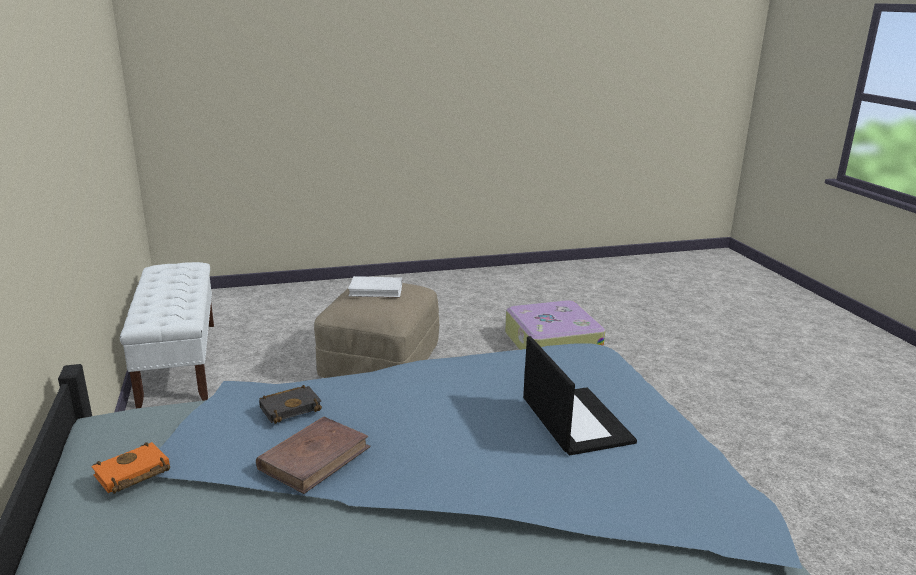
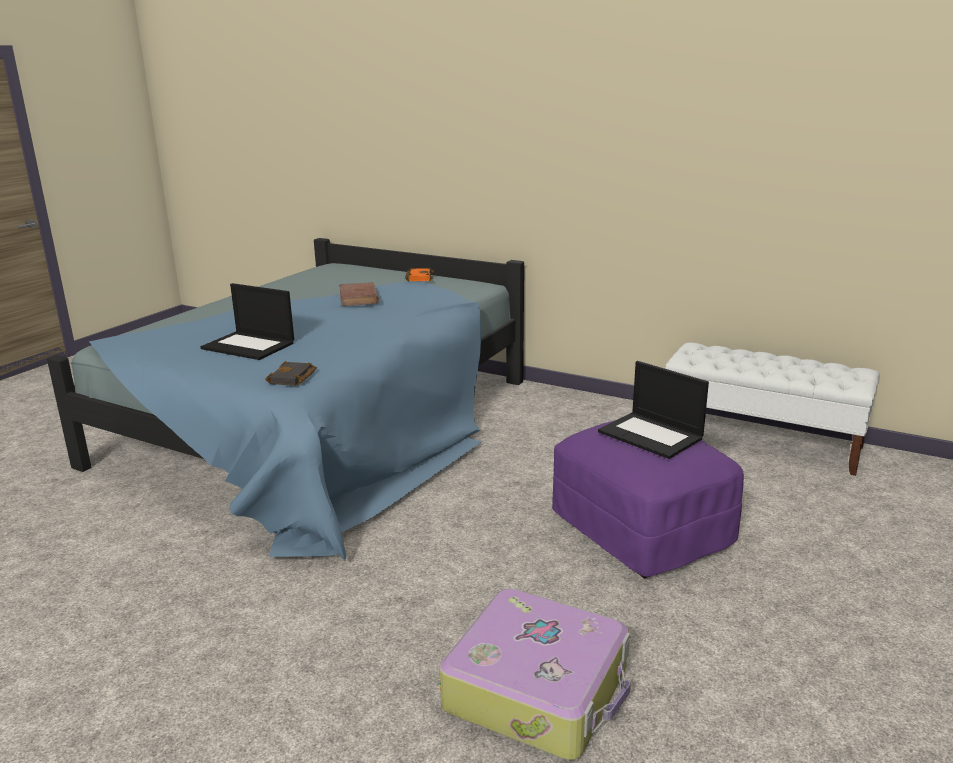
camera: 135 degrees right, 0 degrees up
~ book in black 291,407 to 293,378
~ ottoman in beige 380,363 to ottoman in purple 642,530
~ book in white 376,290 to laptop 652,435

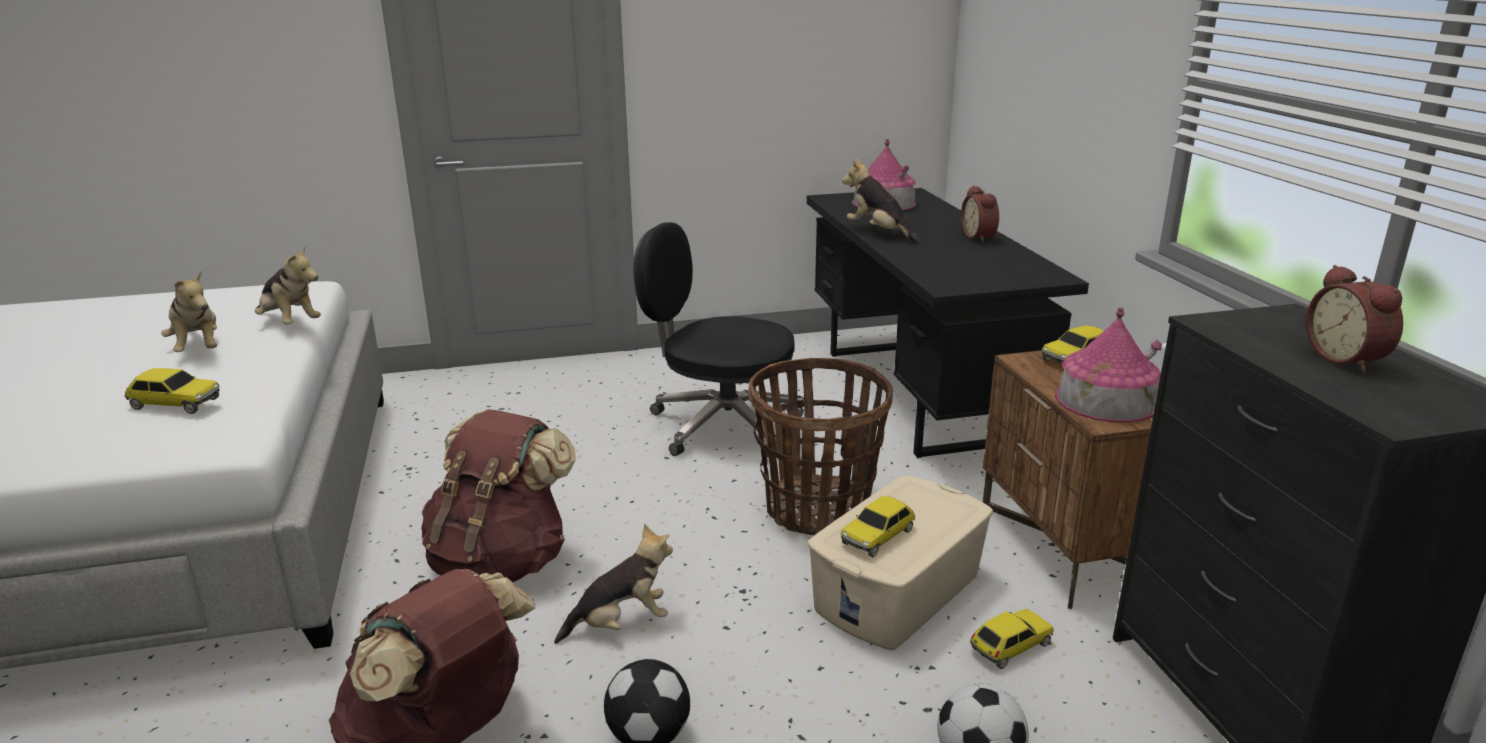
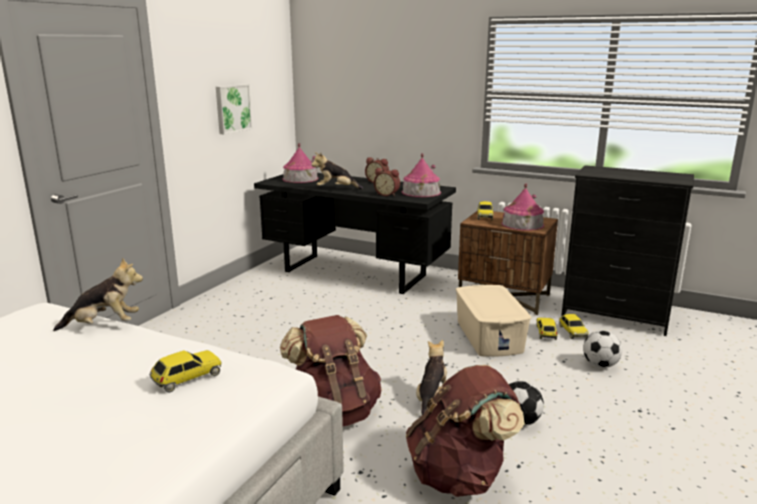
camera: 50 degrees left, 5 degrees down
+ picture 232,108
~ alarm clock 1347,359 to 387,194
+ toy house 421,192
~ toy car 878,537 to 572,332
- plush toy 198,348
- office chair in black 721,424
- basket 817,509

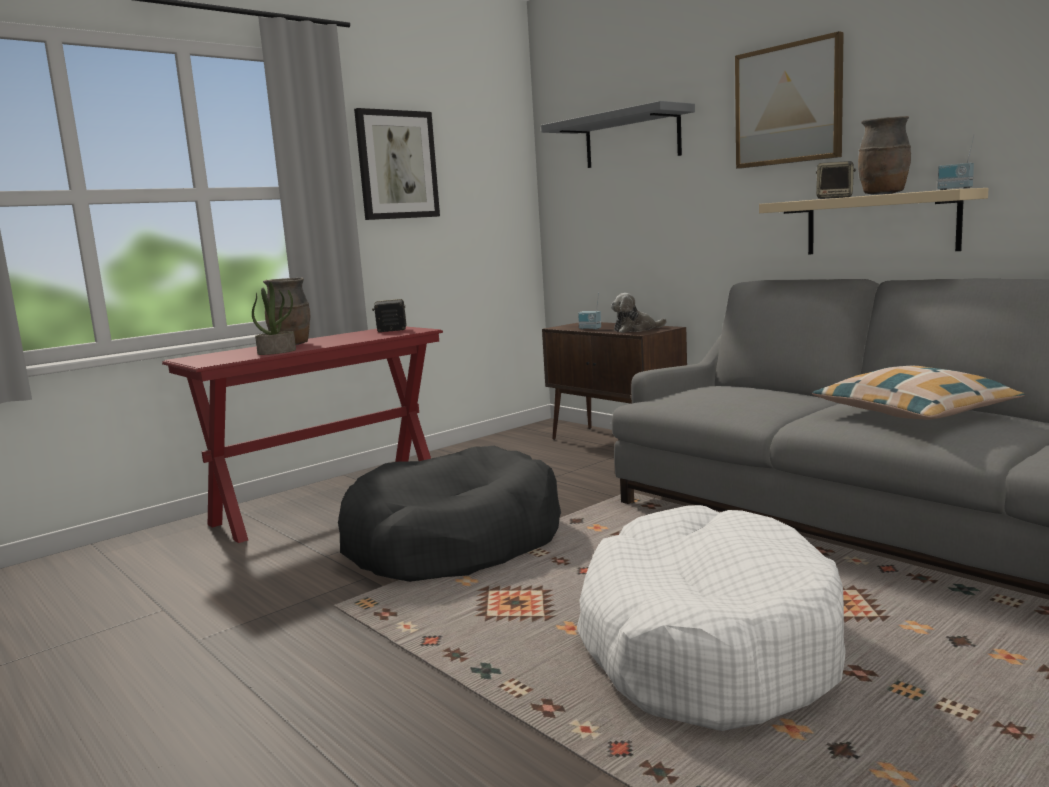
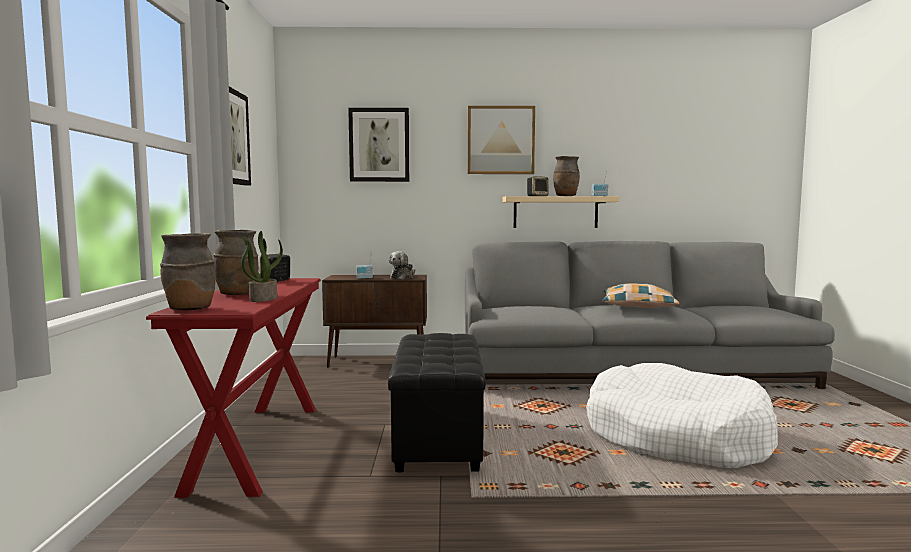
camera: 50 degrees left, 5 degrees down
+ vase in brown 189,309
~ shelf in grey 631,139 to picture 379,145
~ dog bed in black 453,542 to ottoman in black 437,438

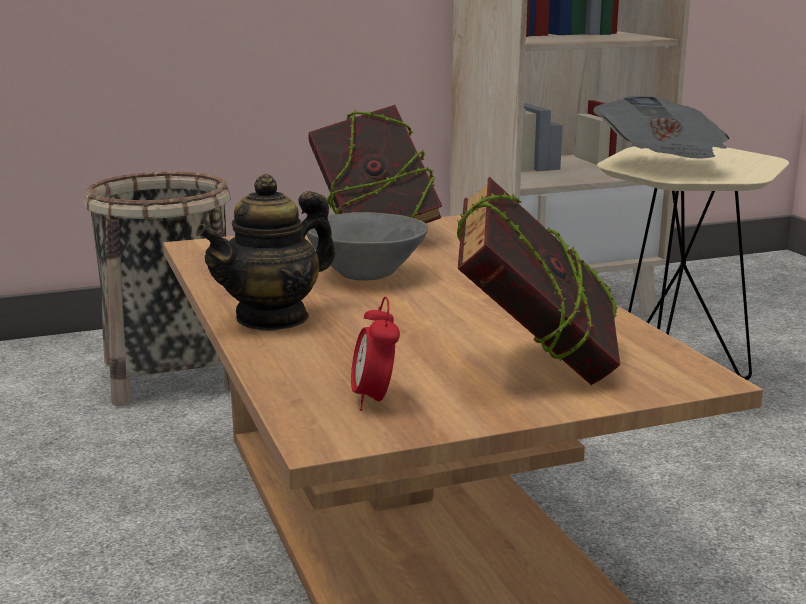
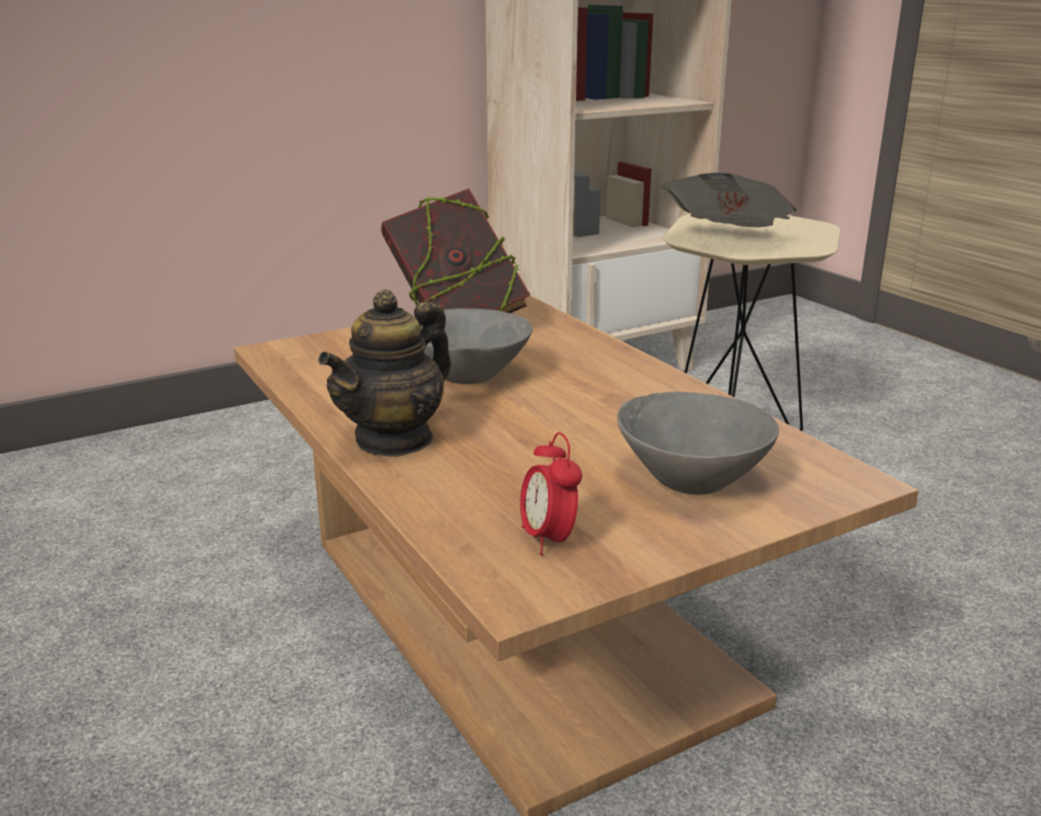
camera: 10 degrees left, 5 degrees up
~ book 535,365 to bowl in grey 690,479
- basket 172,375

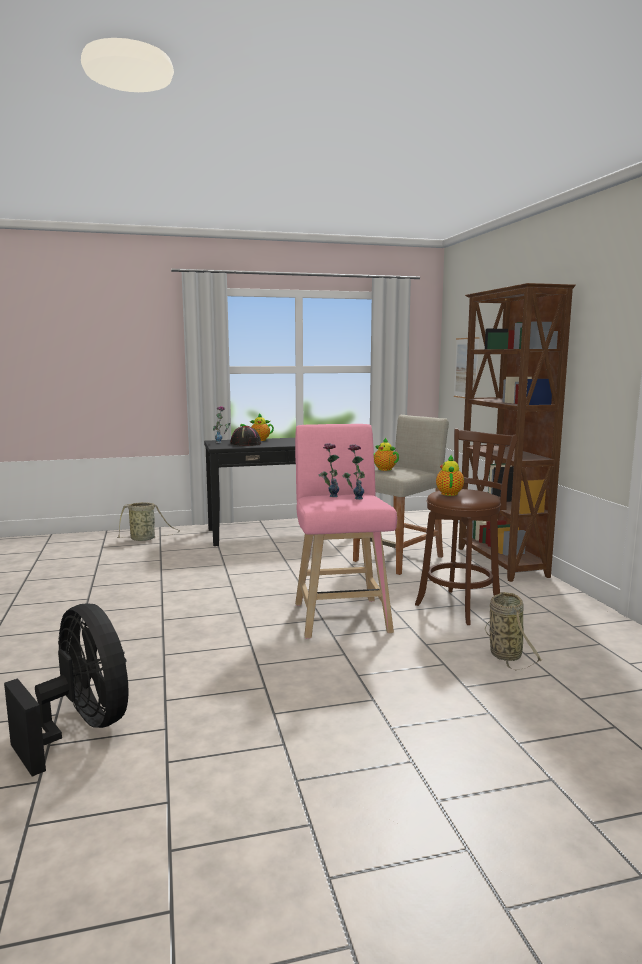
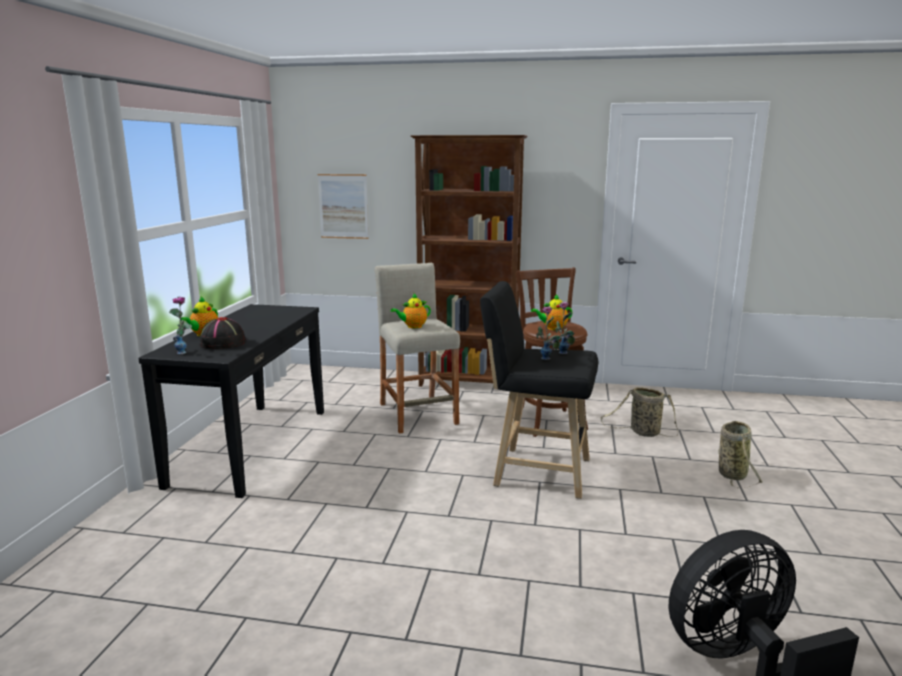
camera: 65 degrees left, 5 degrees up
~ stool in pink 341,615 to stool in black 536,471
~ teapot 449,493 = 553,328 45 degrees counterclockwise
~ basket 144,539 to 731,473

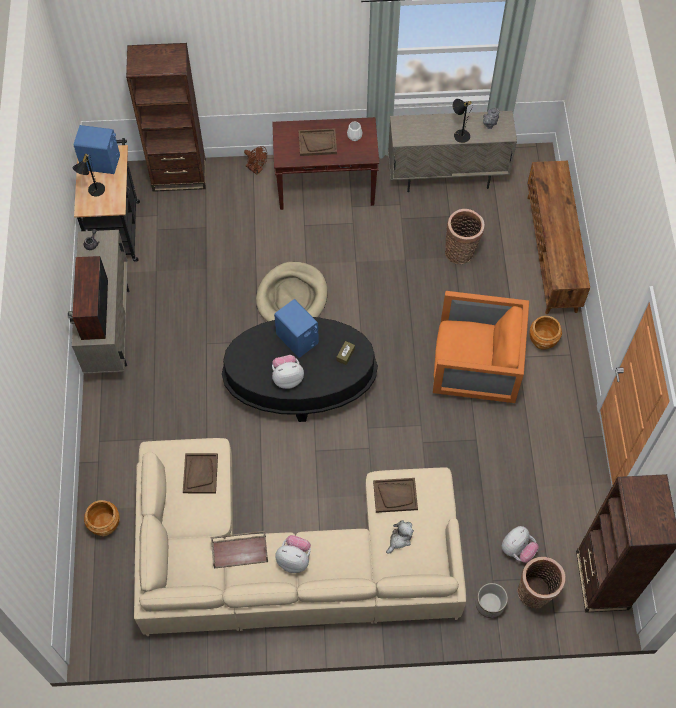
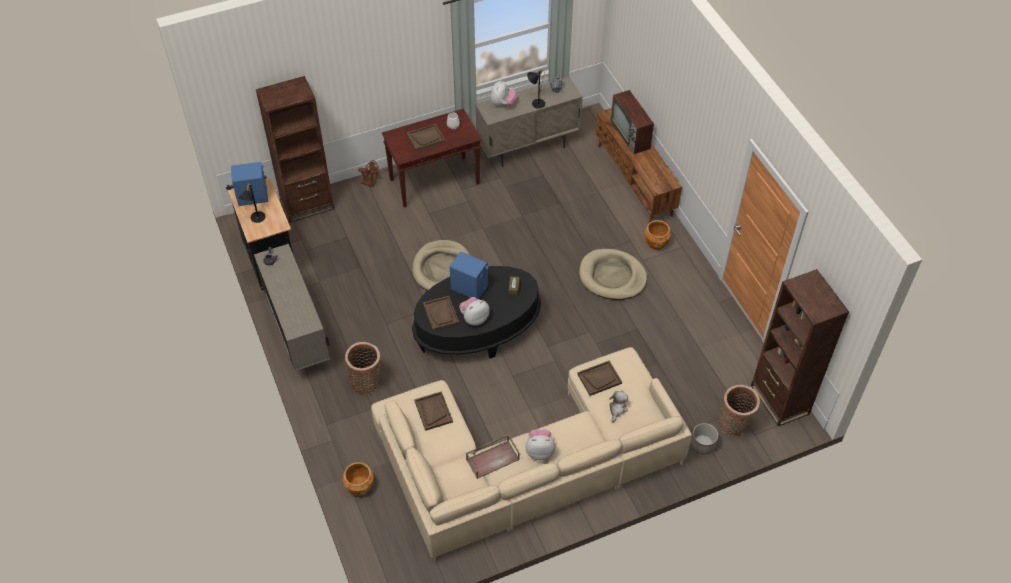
camera: 20 degrees left, 10 degrees down
~ basket 461,252 to 366,383
+ tray in brown 441,314
~ plush toy 517,550 to 502,104
~ armchair in orange 475,366 to dog bed in beige 612,277
~ television 95,310 to 631,135

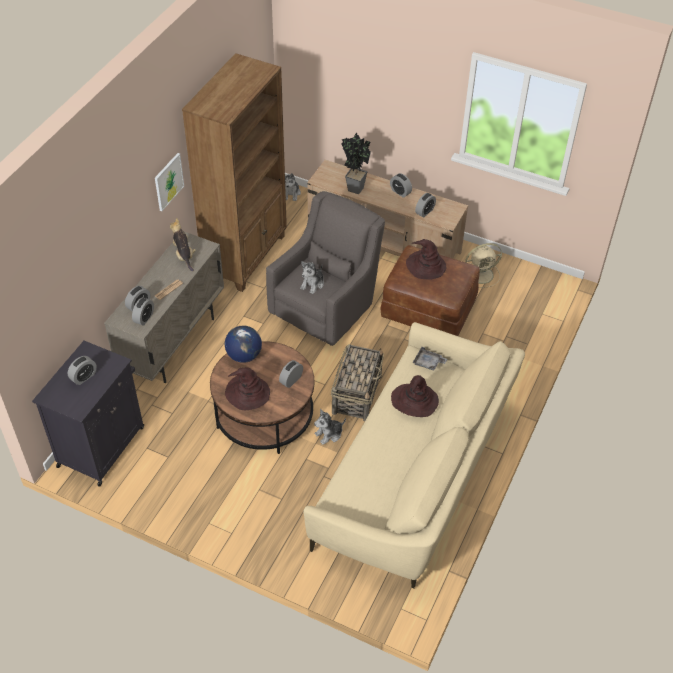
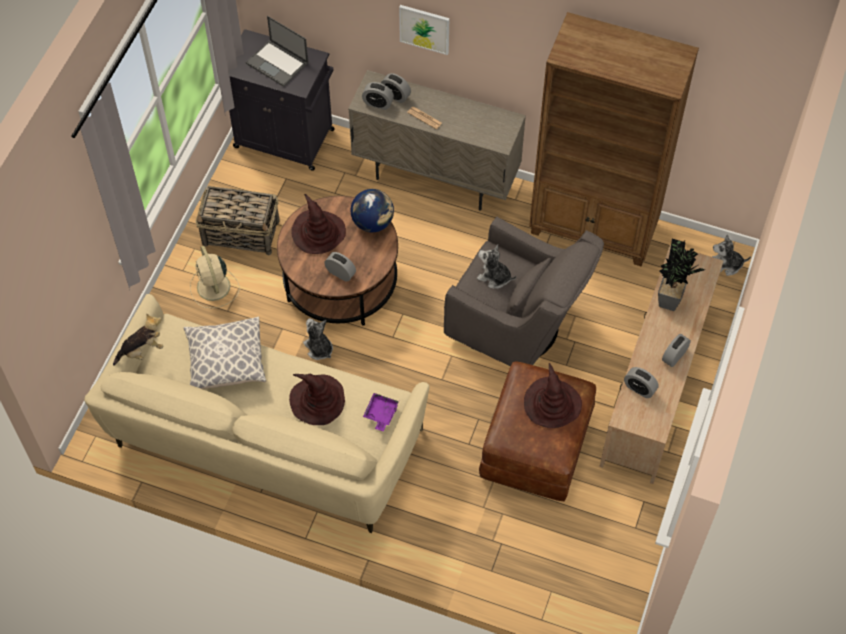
camera: 85 degrees right, 10 degrees up
~ plush toy 184,255 to 142,350
+ pillow 226,362
~ fan in beige 482,274 to 214,288
~ basket 357,394 to 242,233
~ alarm clock 84,377 to laptop 278,63
~ tray in grey 428,363 to tray in purple 380,414
~ picture 168,181 to 424,29

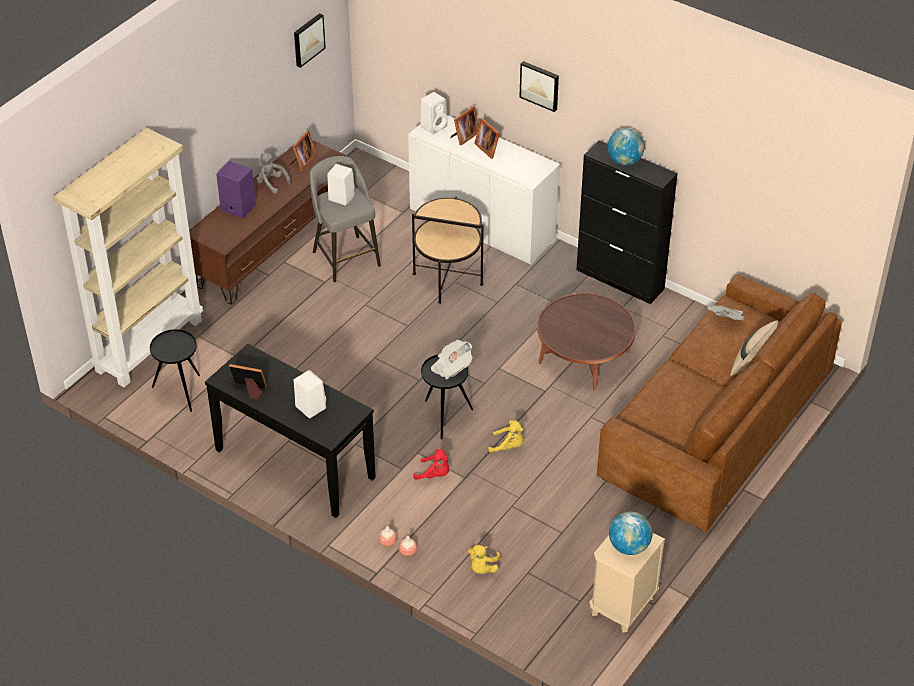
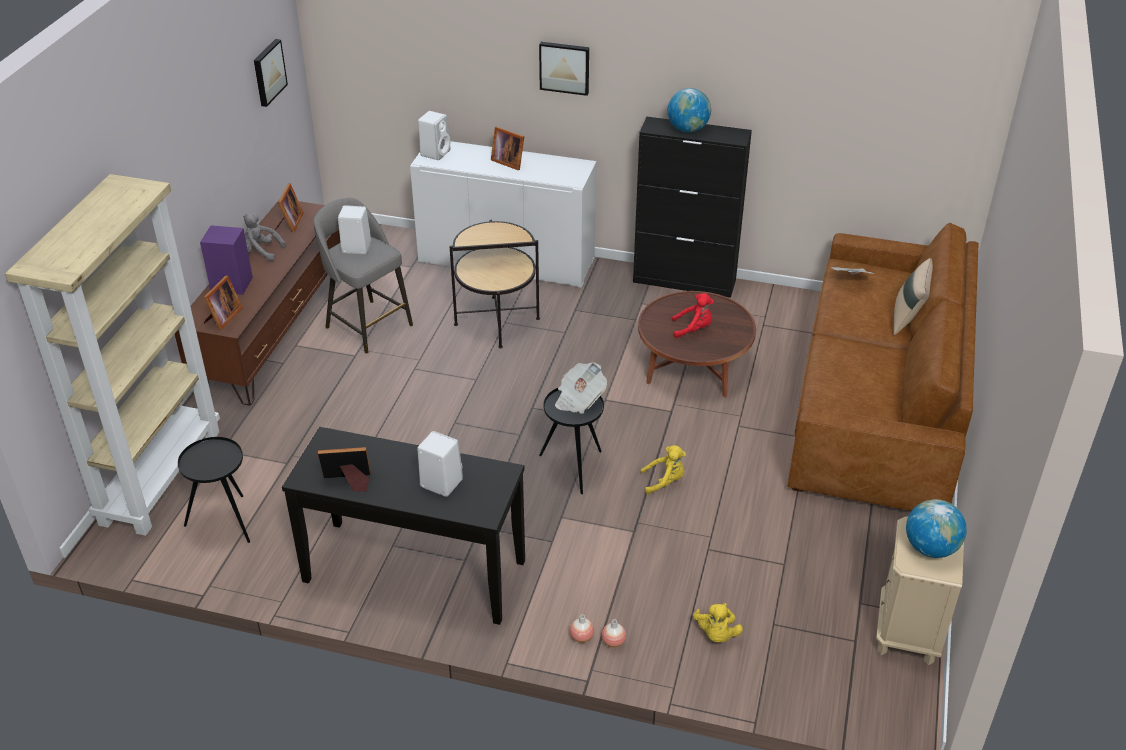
camera: 20 degrees left, 5 degrees down
~ picture frame 464,136 to 222,318
~ plush toy in red 434,474 to 693,329

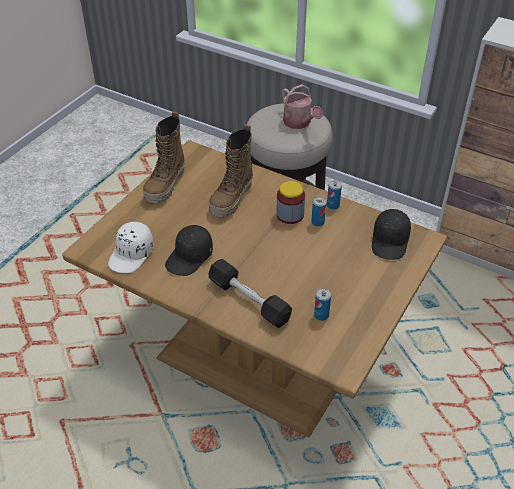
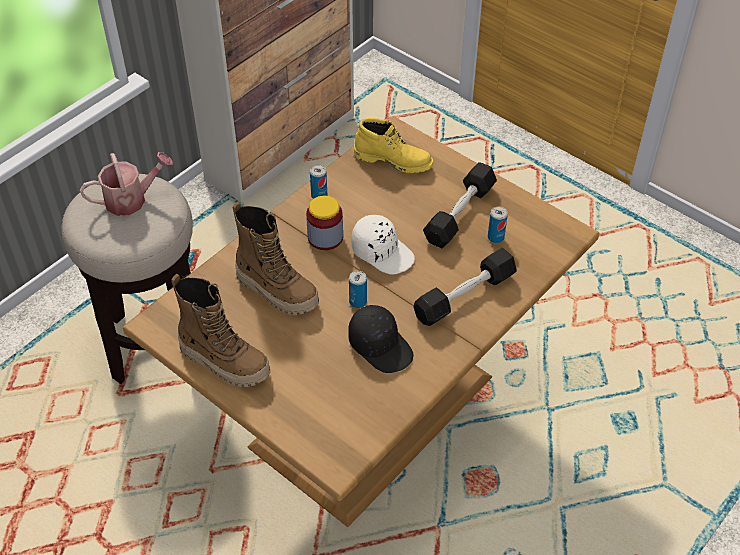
camera: 80 degrees left, 5 degrees up
~ can 317,222 to 358,302
~ cap in white 132,255 to 383,252
~ cap in black 390,242 to boot in yellow 394,160
+ dumbbell in black 459,214

